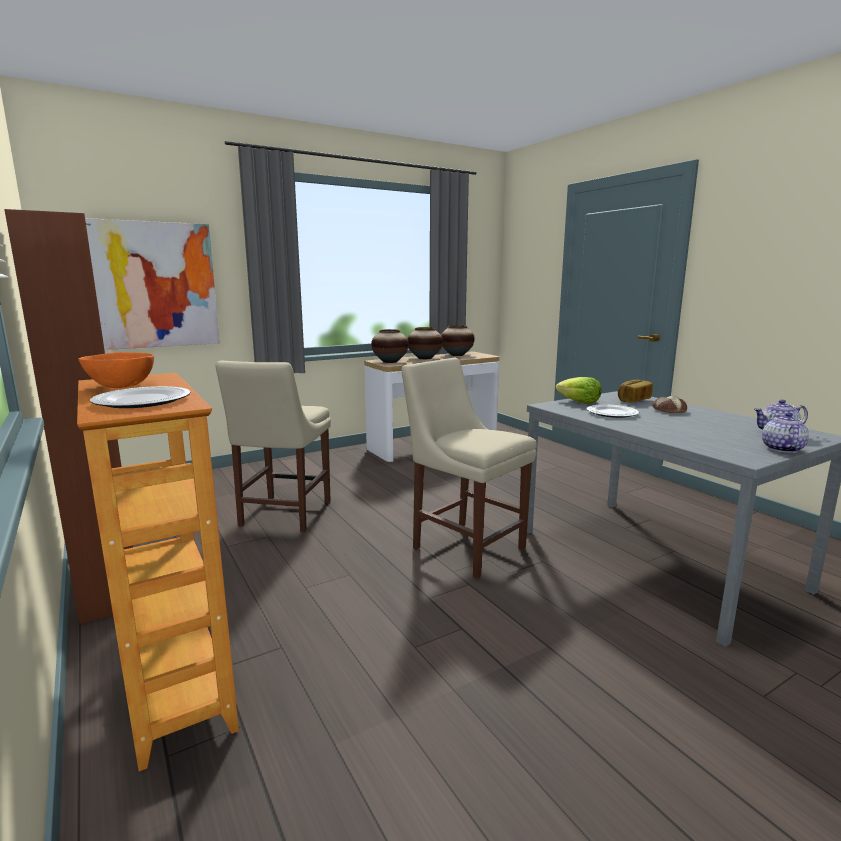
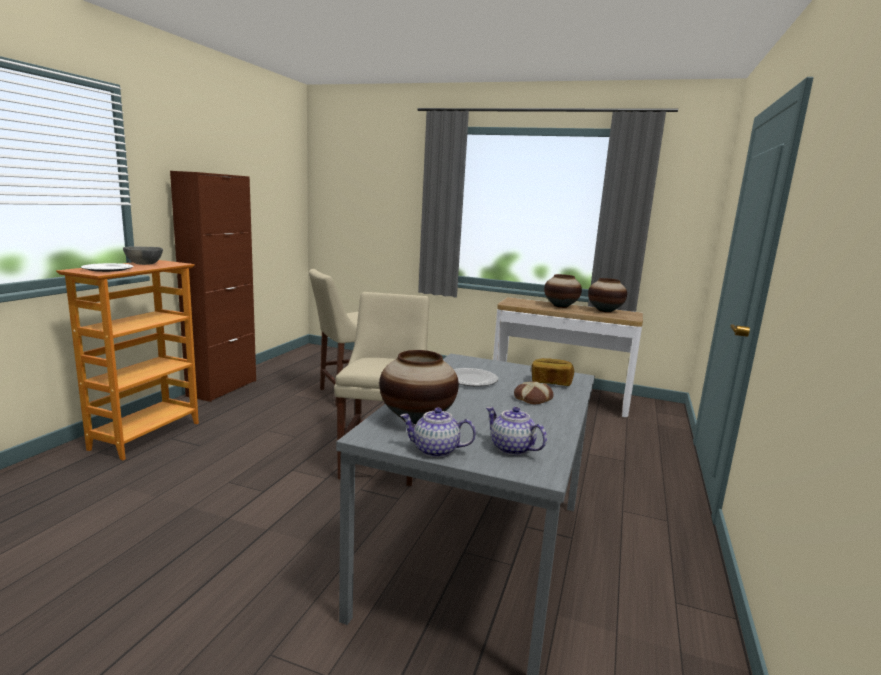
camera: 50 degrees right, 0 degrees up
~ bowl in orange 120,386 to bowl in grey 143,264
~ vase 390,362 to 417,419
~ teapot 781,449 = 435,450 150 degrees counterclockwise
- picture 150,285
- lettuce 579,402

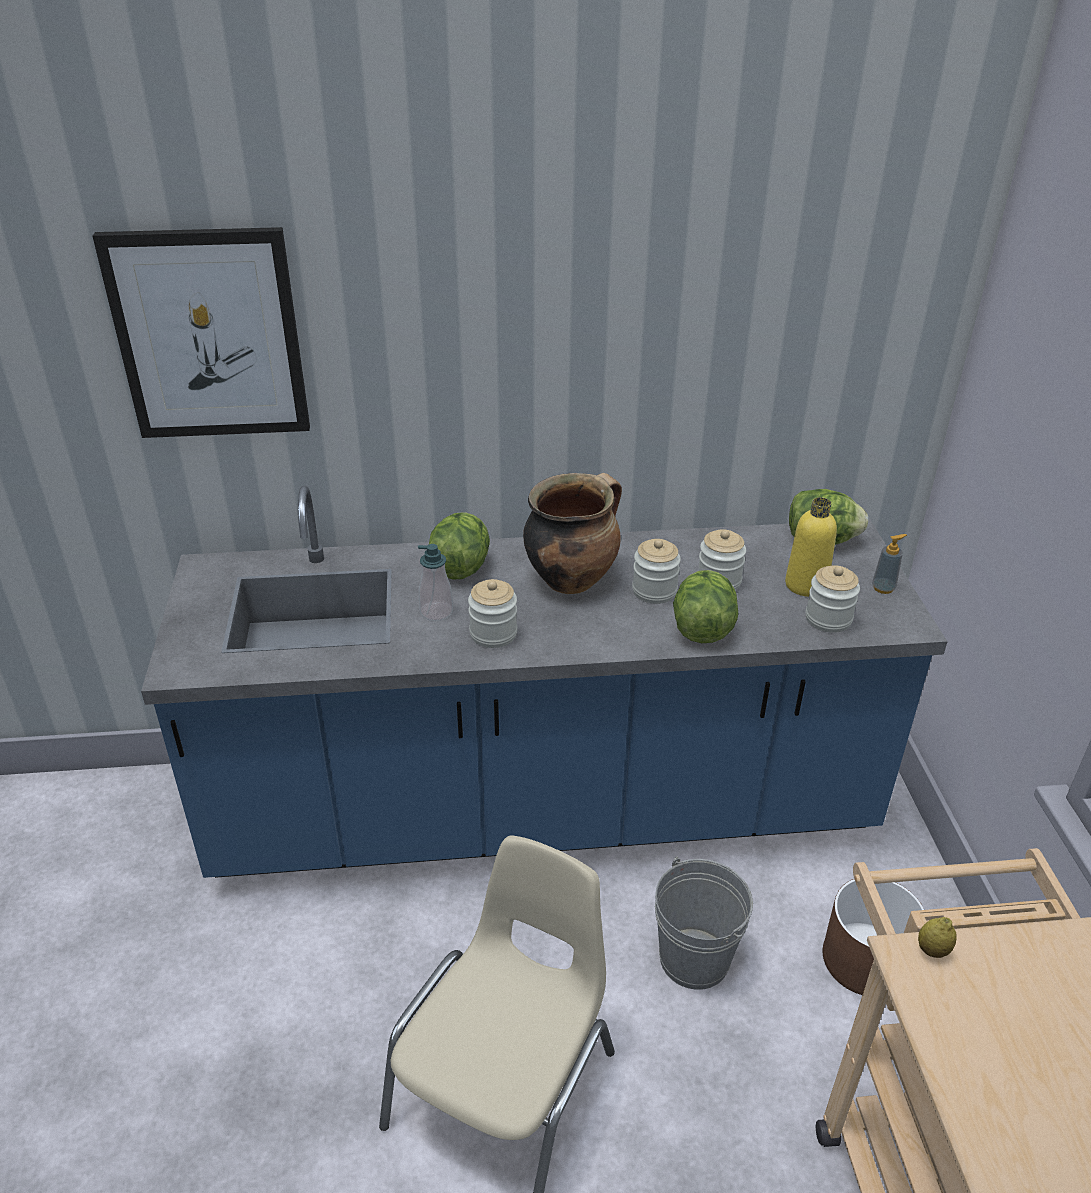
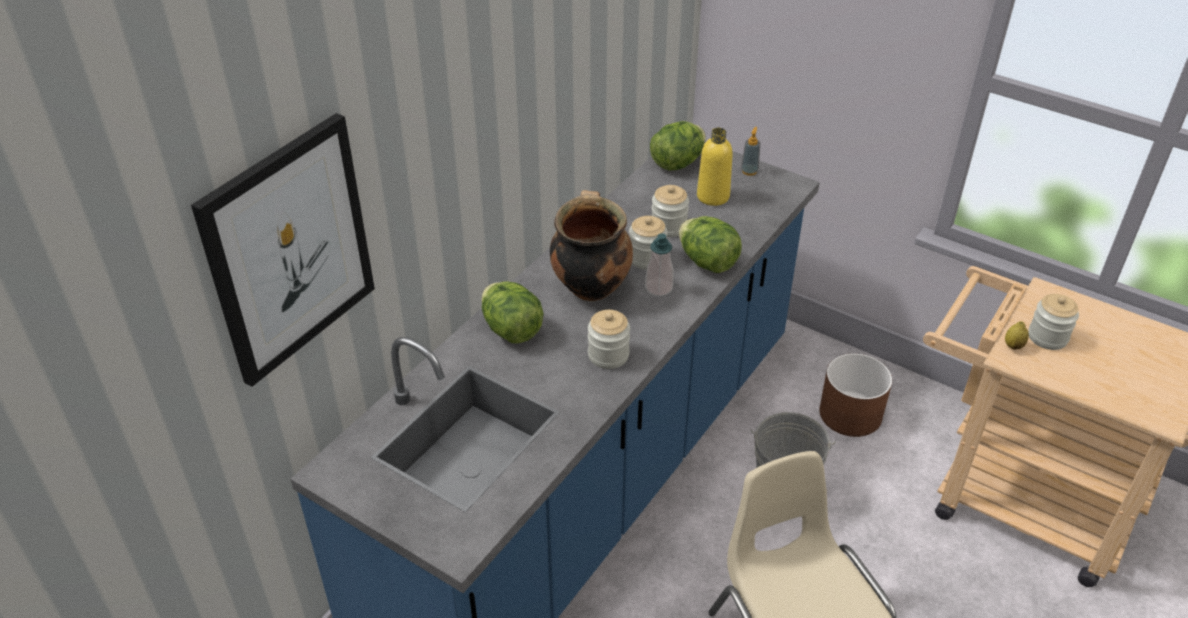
camera: 50 degrees left, 5 degrees up
~ soap dispenser 436,612 to 659,288
~ jar 828,619 to 1047,337

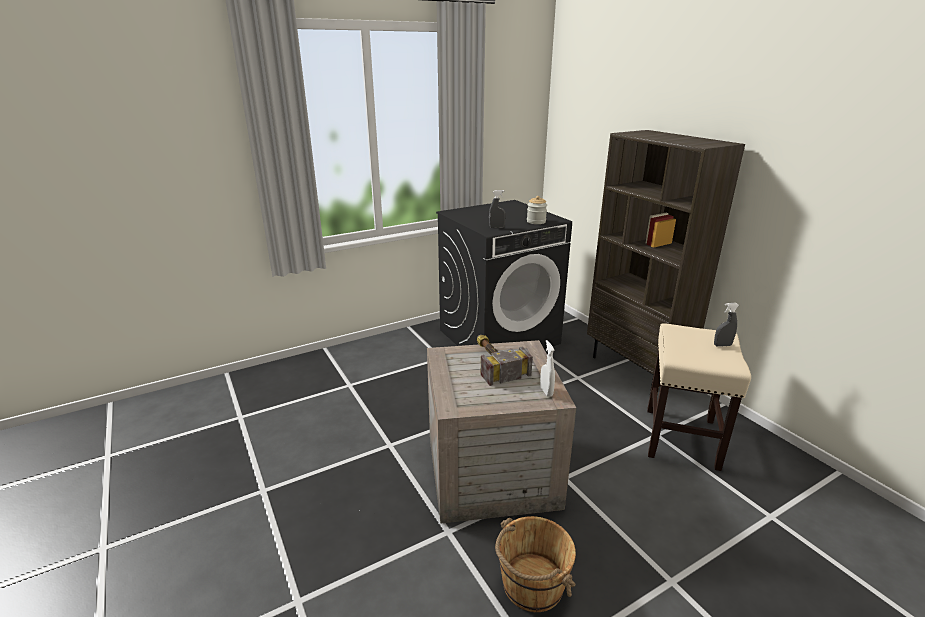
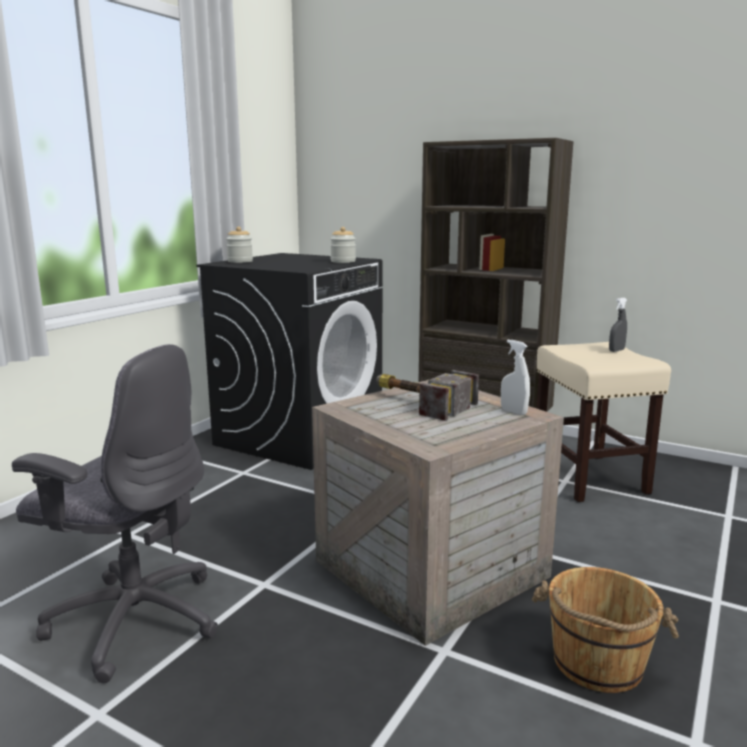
camera: 30 degrees left, 10 degrees down
+ office chair in grey 134,619
+ jar 240,261
- spray bottle in grey 497,227

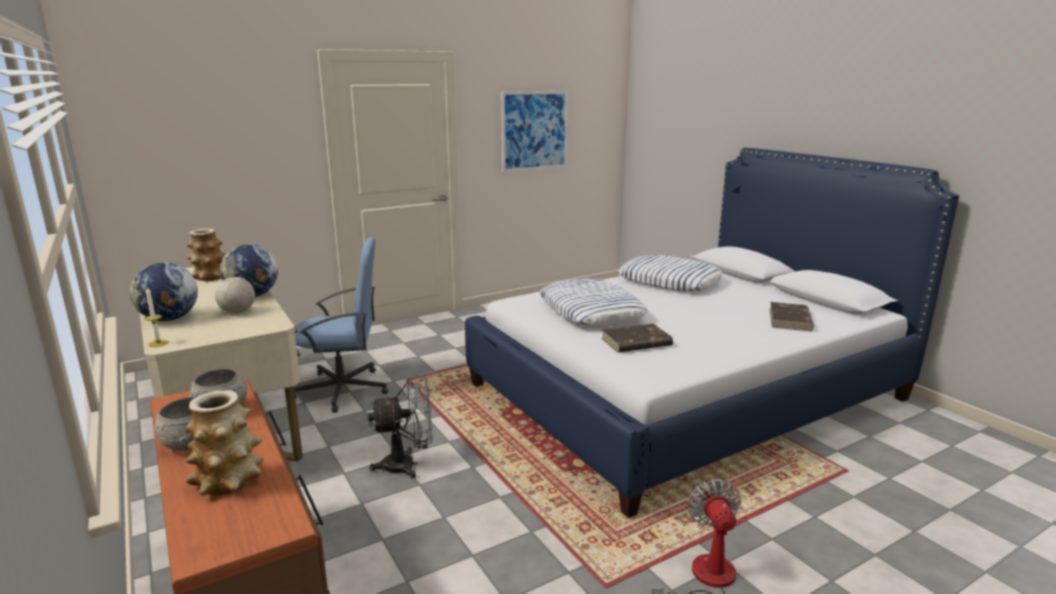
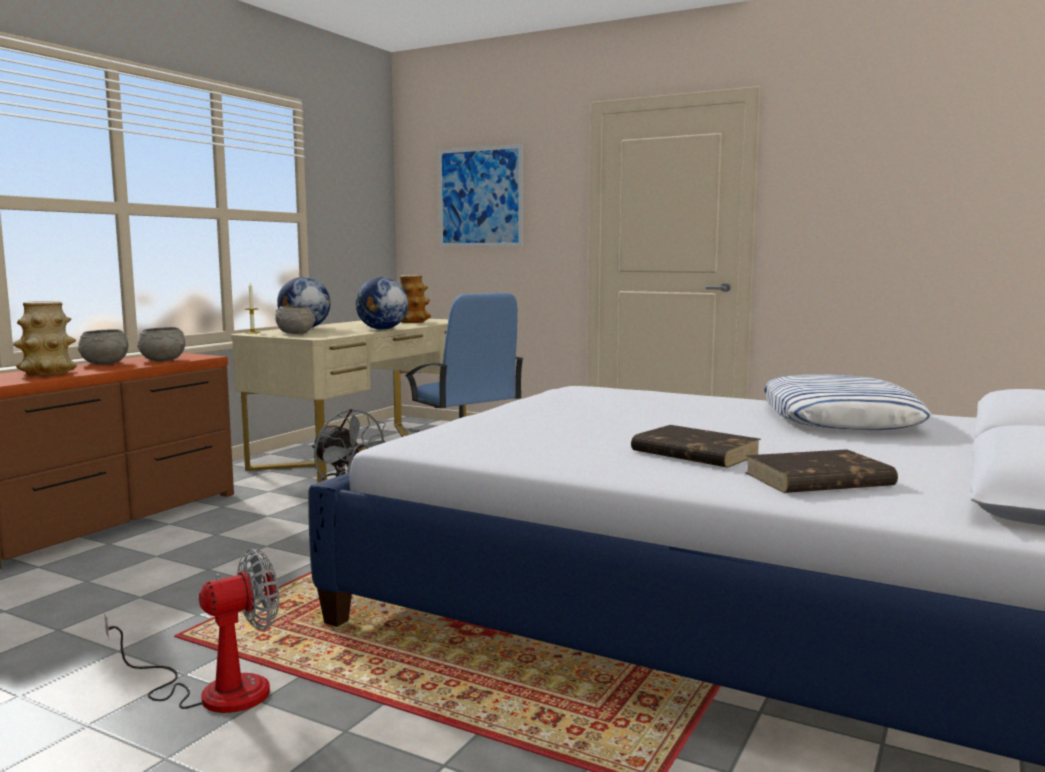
camera: 60 degrees right, 10 degrees down
+ bowl in grey 295,333
~ picture 535,130 to 480,197
~ book in brown 635,342 to 693,453
- globe 238,312
- pillow 591,311

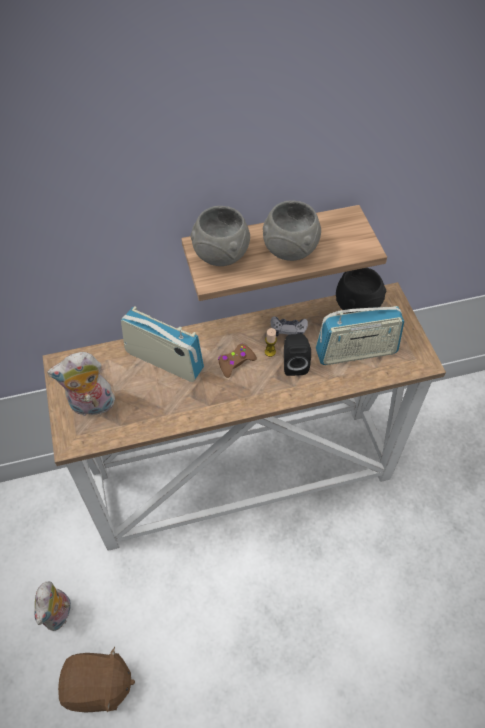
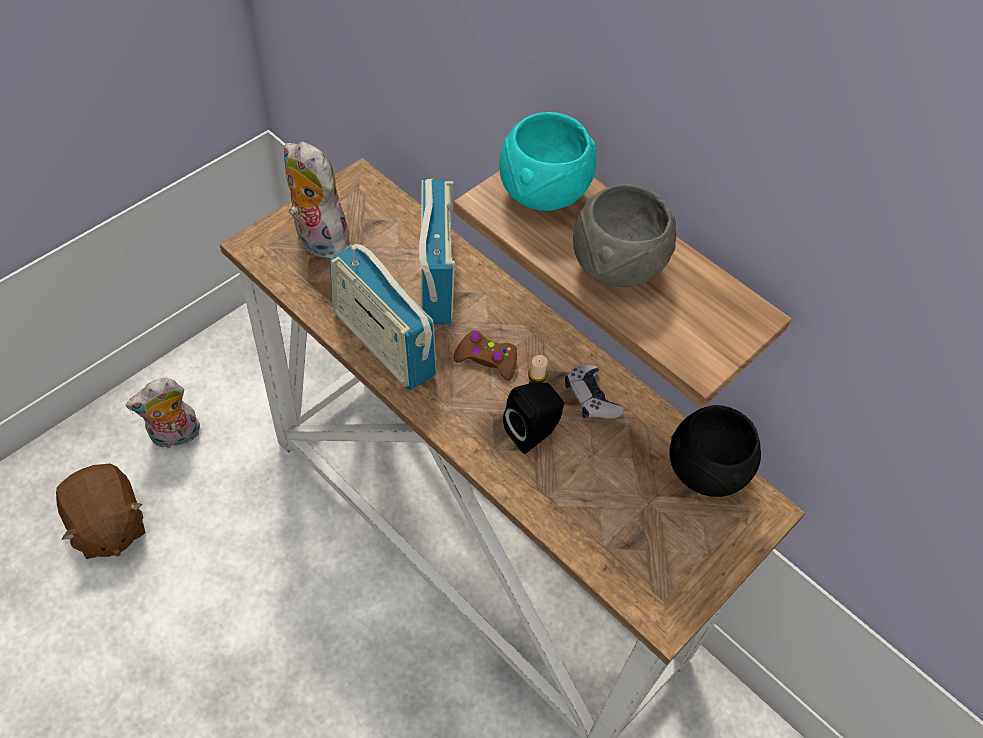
camera: 55 degrees right, 0 degrees up
~ radio 356,352 to 383,344
~ bowl in grey 222,255 to bowl in turquoise 544,195

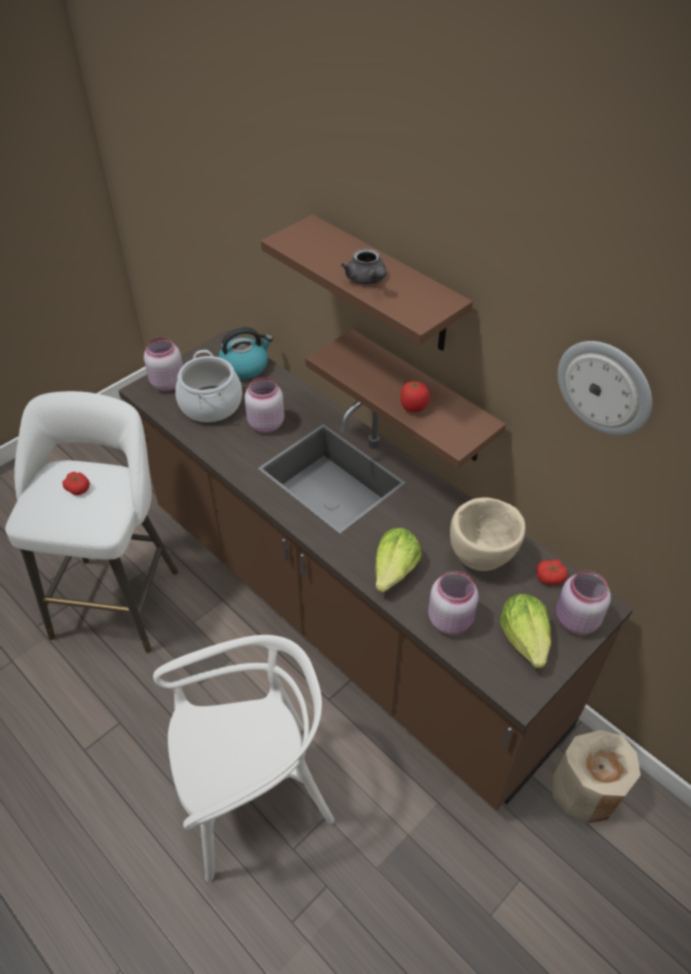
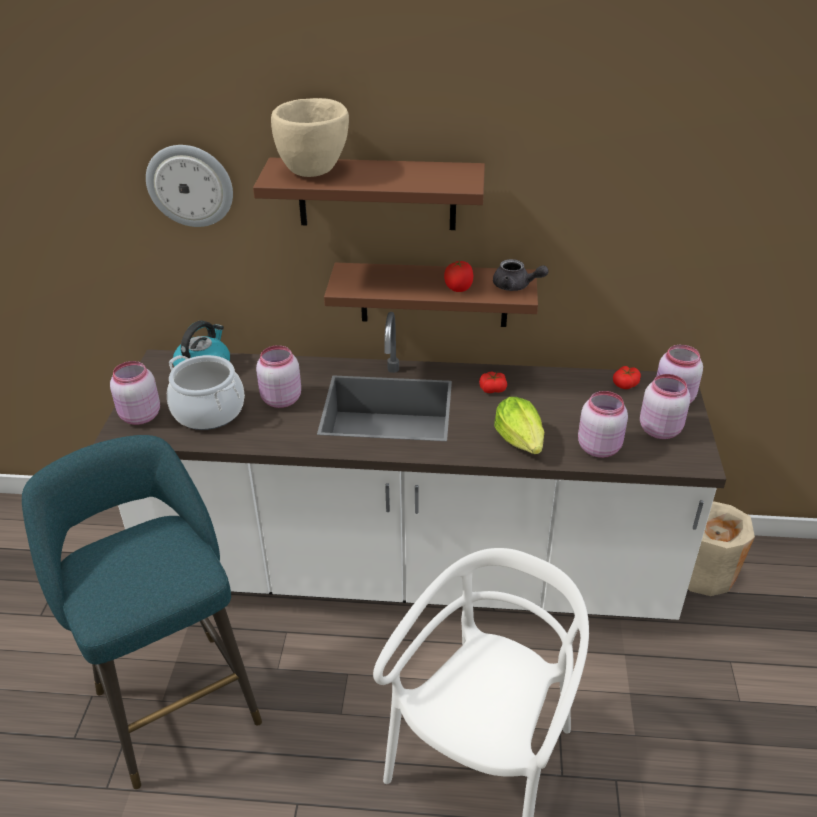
camera: 40 degrees left, 10 degrees down
~ stool in white 118,597 to stool in turquoise 174,699
~ counter in brown 345,615 to counter in white 410,572
~ wall clock 605,387 to 190,185
~ bowl in beige 481,559 to 314,172
~ tomato 78,488 to 492,389
~ teapot in grey 367,280 to 516,286
~ lettuce 525,639 to jar in pink 659,429

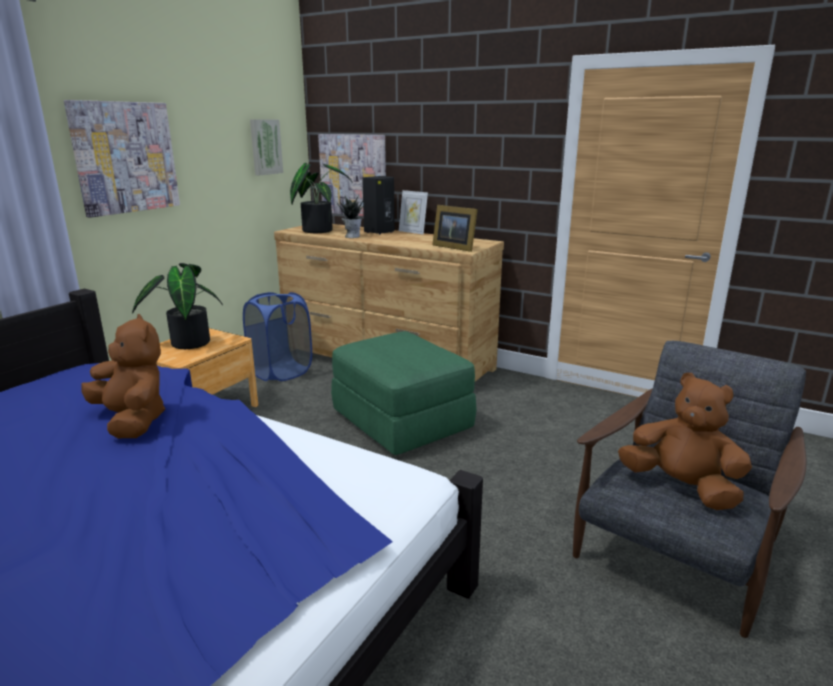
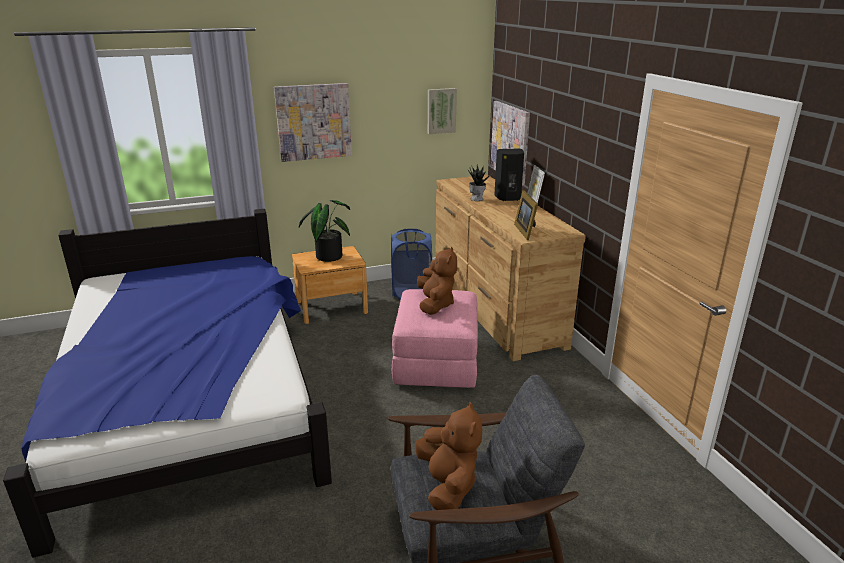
camera: 40 degrees right, 5 degrees up
~ ottoman in green 403,421 to ottoman in pink 437,362
~ plush toy in brown 132,421 to 435,304
- potted plant 318,230

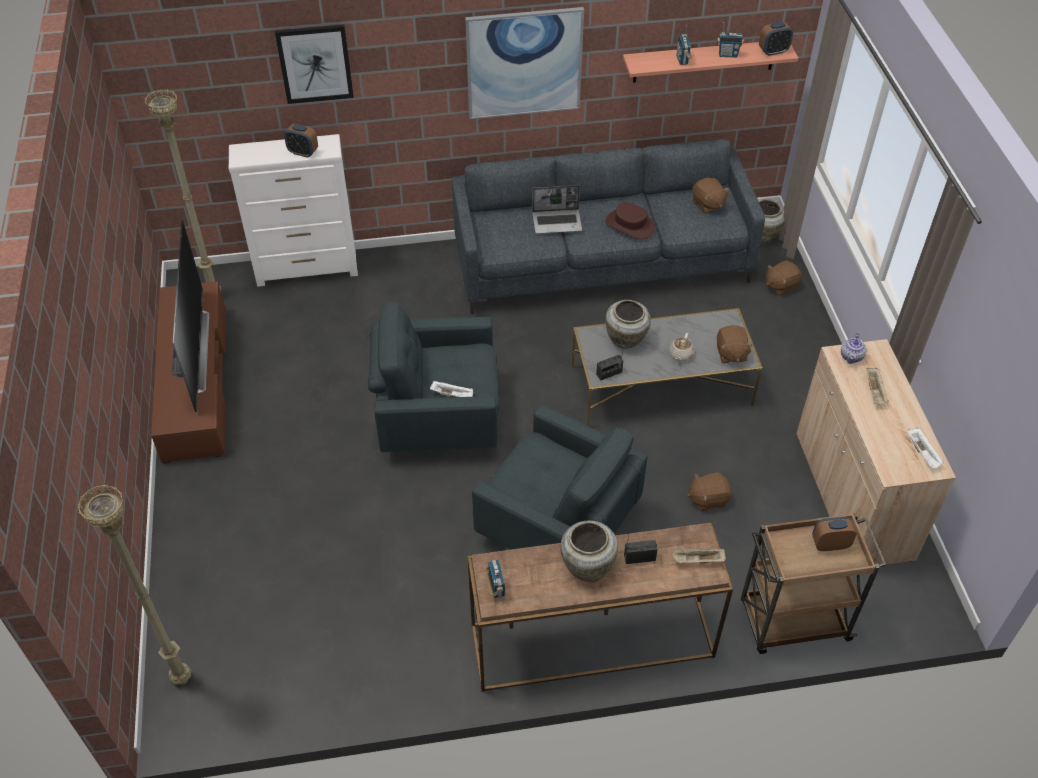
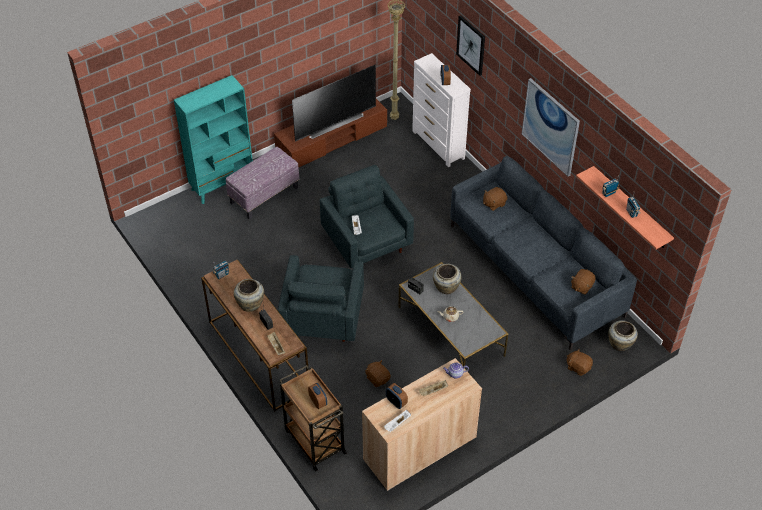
camera: 65 degrees right, 0 degrees up
+ bookcase in turquoise 223,185
+ ottoman 264,195
~ alarm clock 773,51 to 396,402
~ plush toy in brown 731,353 to 494,203
- floor lamp in beige 183,678
- laptop 557,222
- hat in brown 630,225

